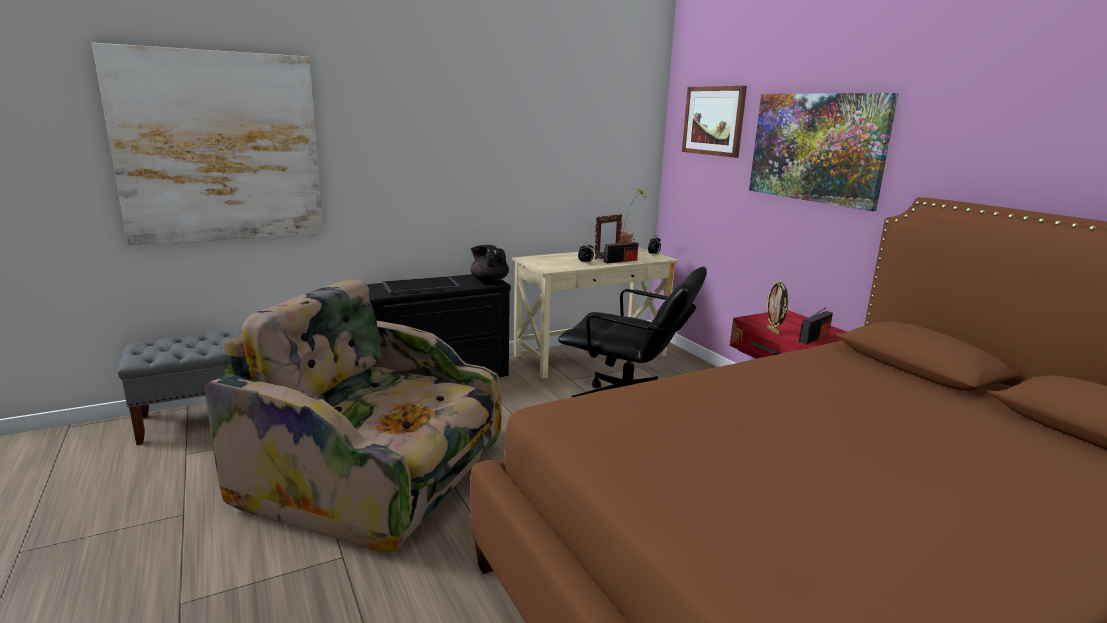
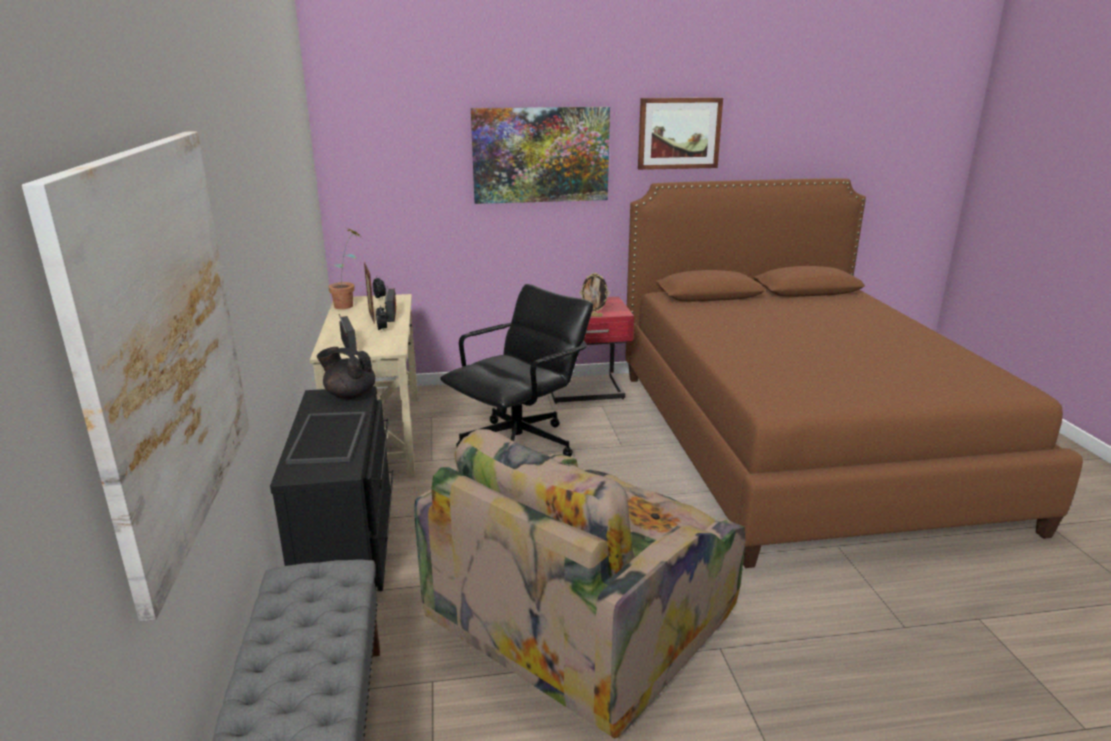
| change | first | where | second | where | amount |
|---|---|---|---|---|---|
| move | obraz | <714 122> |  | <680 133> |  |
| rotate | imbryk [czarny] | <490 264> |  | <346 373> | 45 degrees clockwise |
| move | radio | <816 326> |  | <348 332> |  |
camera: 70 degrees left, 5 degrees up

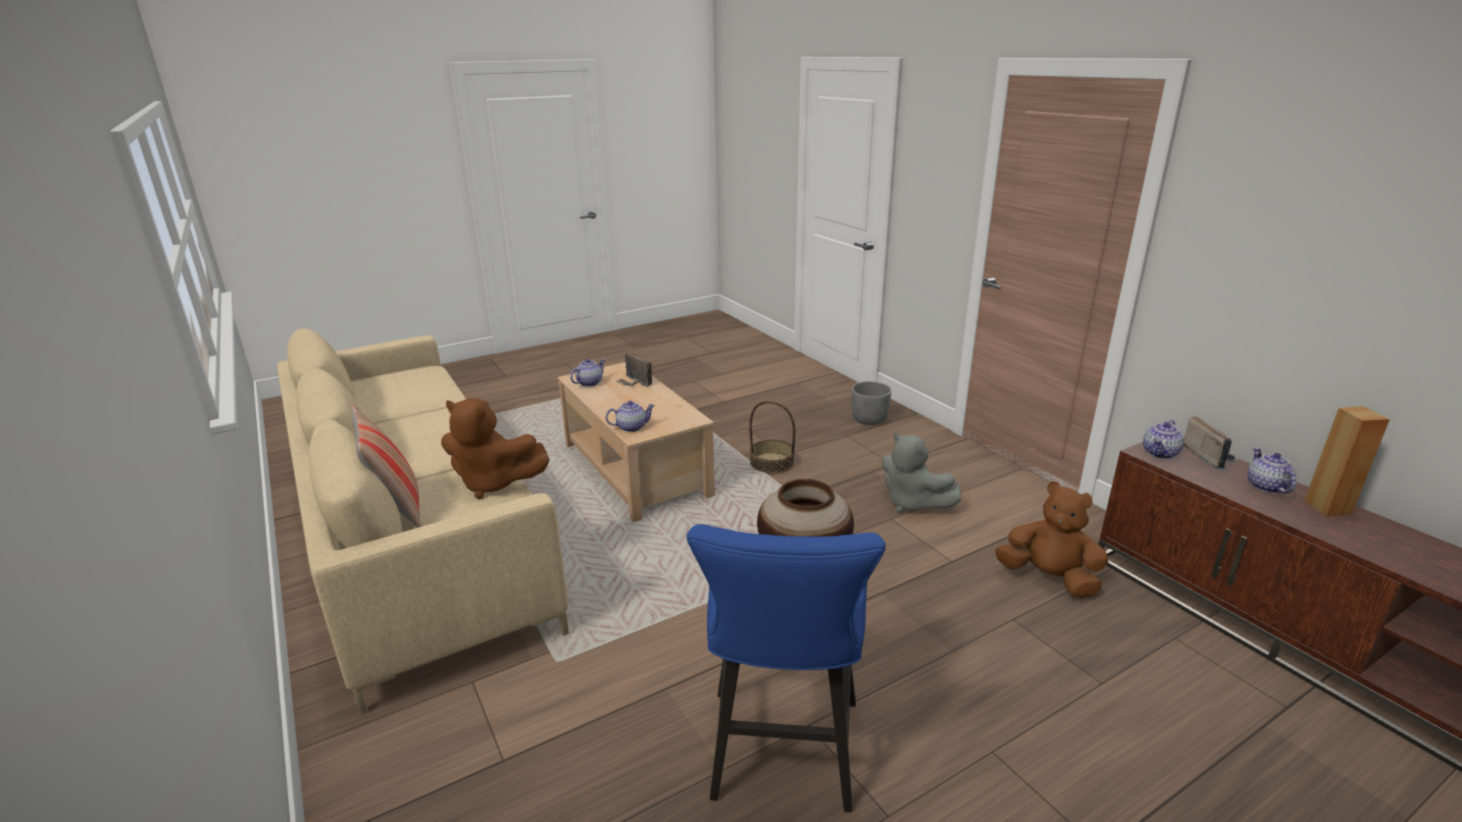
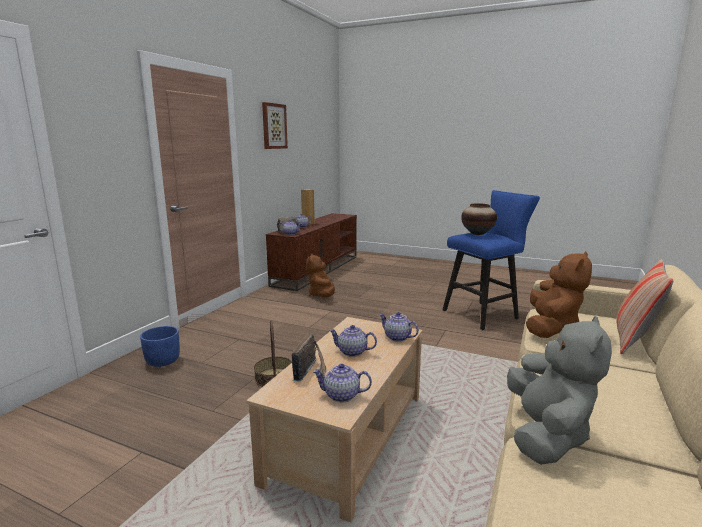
| change | first | where | second | where | amount |
|---|---|---|---|---|---|
| recolor | donica [szary] | <872 403> | donica [niebieski] | <160 346> |  |
| rotate | pluszak [brązowy] | <495 448> |  | <559 294> | 45 degrees clockwise |
| move | pluszak [szary] | <922 472> |  | <559 390> |  |
| insert |  |  | obraz | <275 125> |  |
| insert |  |  | imbryk | <353 341> |  |
camera: 125 degrees left, 10 degrees down

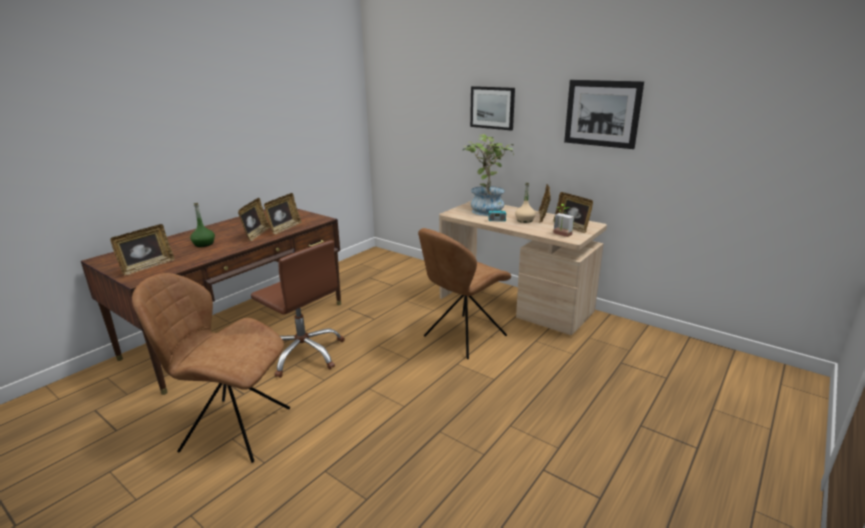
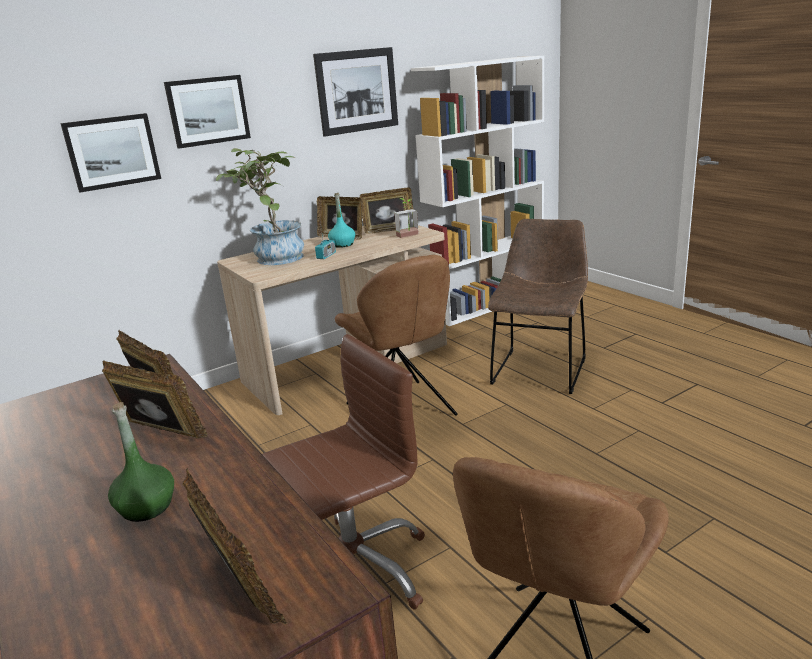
| change | first | where | second | where | amount |
|---|---|---|---|---|---|
| recolor | butelka [beżowy] | <525 203> | butelka [turkusowy] | <341 220> |  |
| insert |  |  | regał [biały] | <478 191> |  |
| insert |  |  | obraz | <110 152> |  |
| insert |  |  | krzesło [brązowy] | <538 306> |  |
camera: 70 degrees left, 0 degrees up

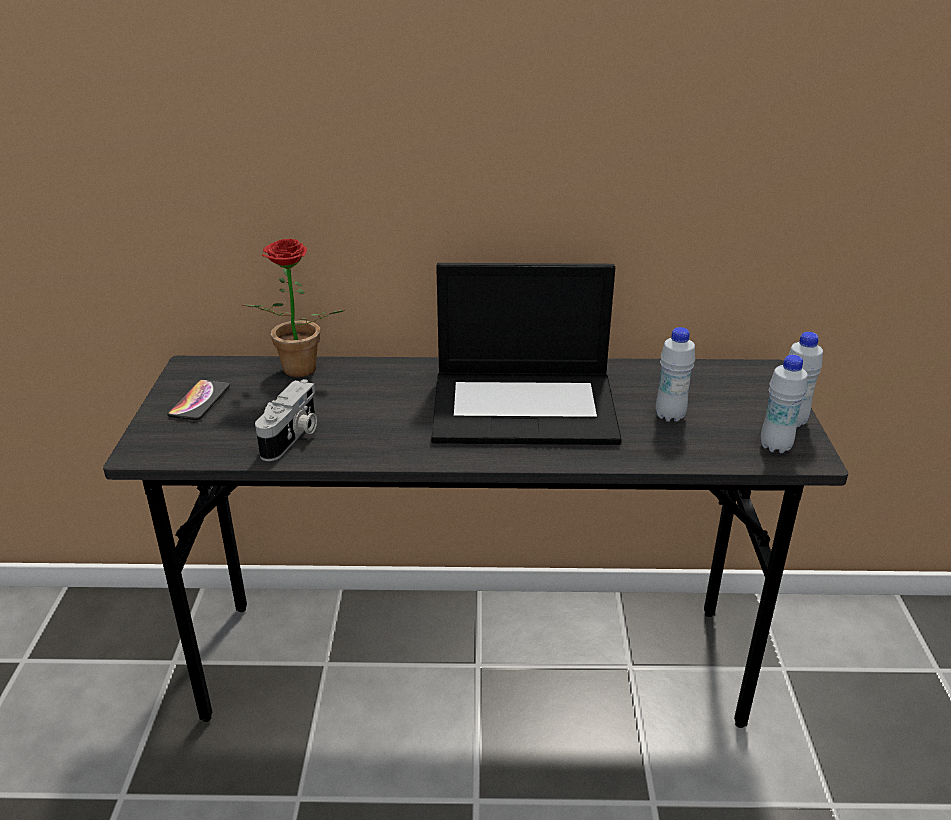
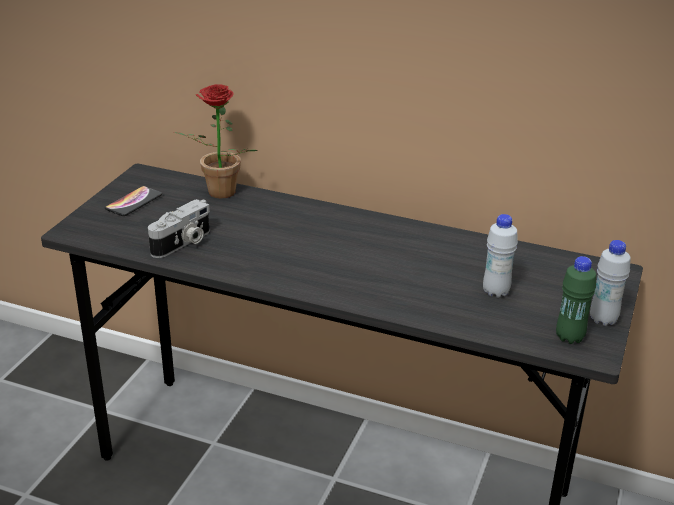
| change | first | where | second | where | amount |
|---|---|---|---|---|---|
| delete | laptop | <526 354> |  |  |  |
| recolor | butelka [biały] | <784 404> | butelka [zielony] | <576 300> |  |
camera: 20 degrees right, 0 degrees up

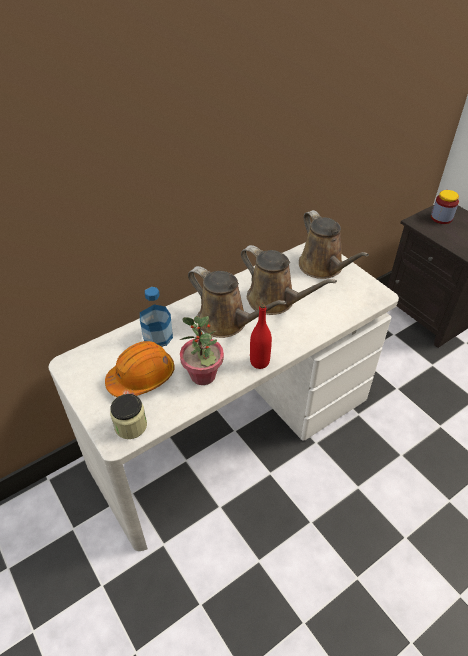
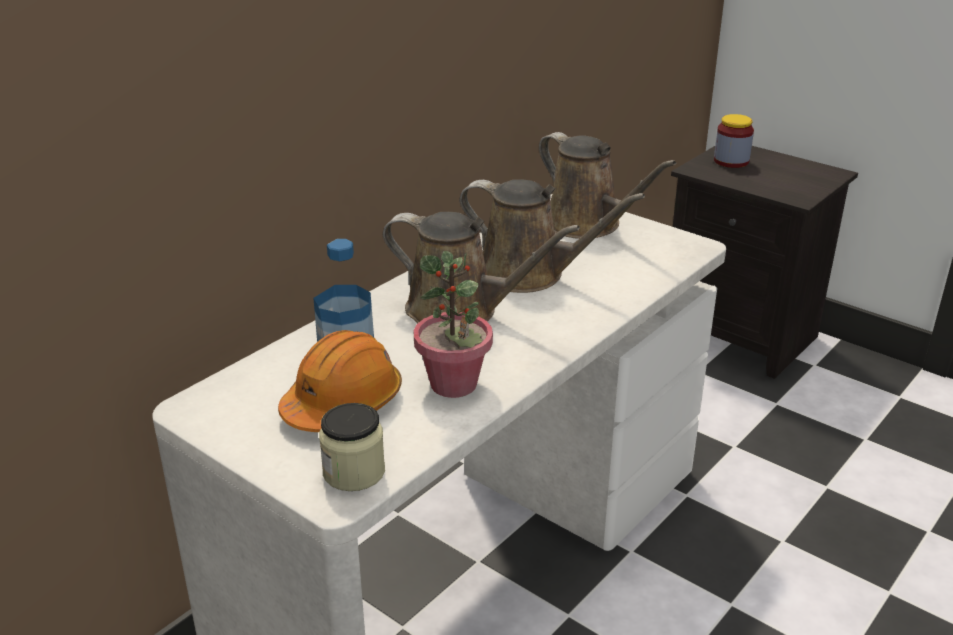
| change | first | where | second | where | amount |
|---|---|---|---|---|---|
| delete | butelka [czerwony] | <261 336> |  |  |  |
camera: 15 degrees left, 15 degrees down

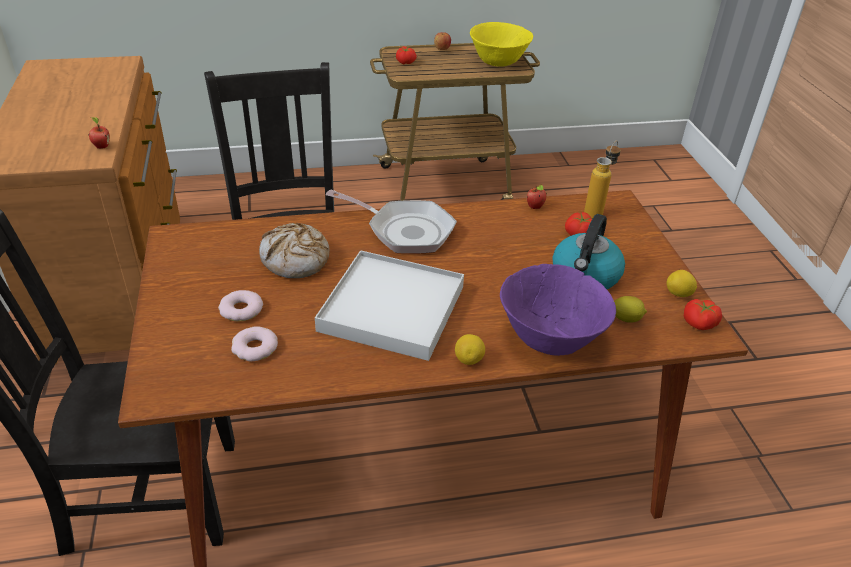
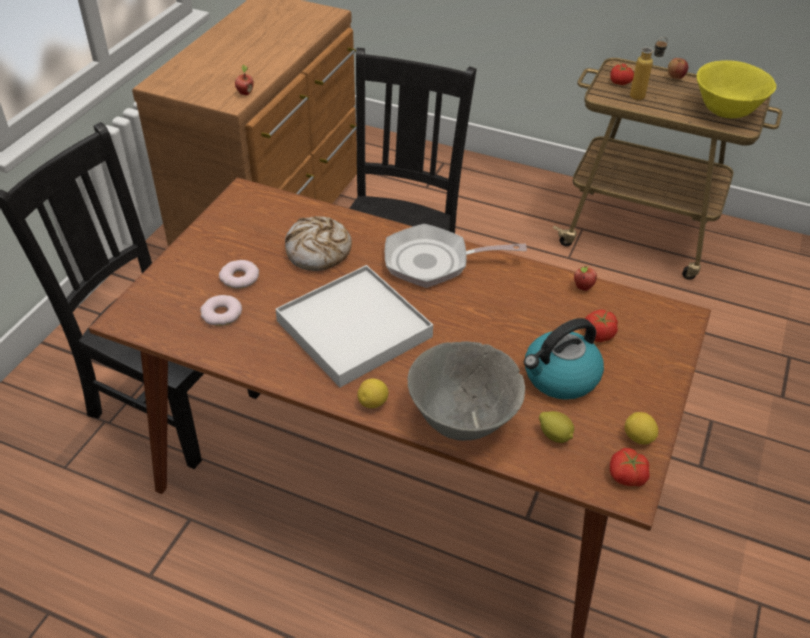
| change | first | where | second | where | amount |
|---|---|---|---|---|---|
| move | butelka | <602 180> |  | <649 68> |  |
| rotate | patelnia | <391 222> |  | <456 256> | 120 degrees clockwise |
| recolor | miska [fioletowy] | <558 310> | miska [szary] | <466 391> |  |
camera: 35 degrees right, 5 degrees up

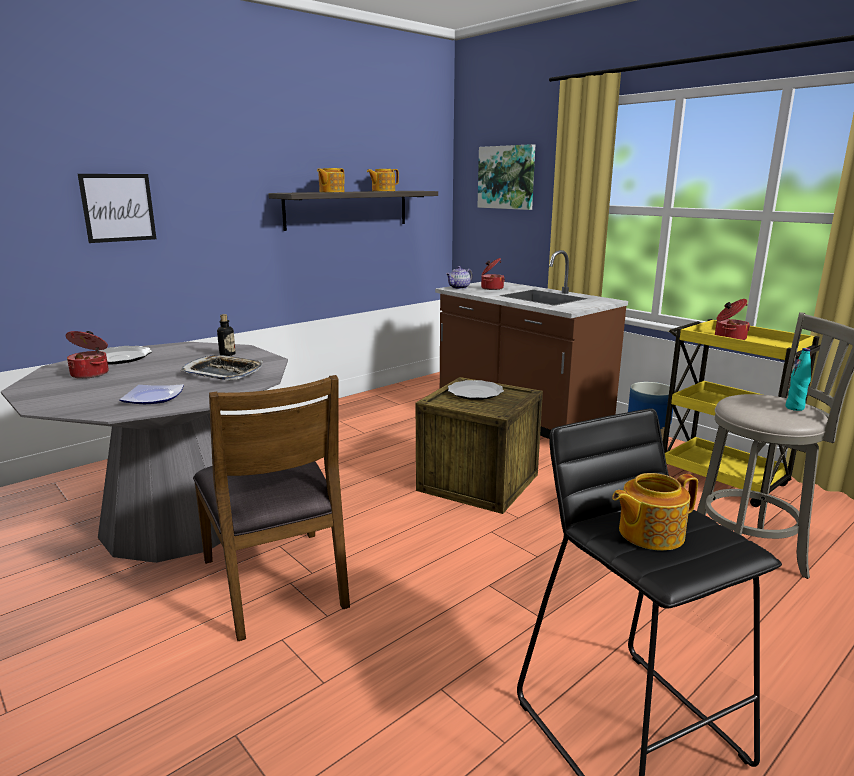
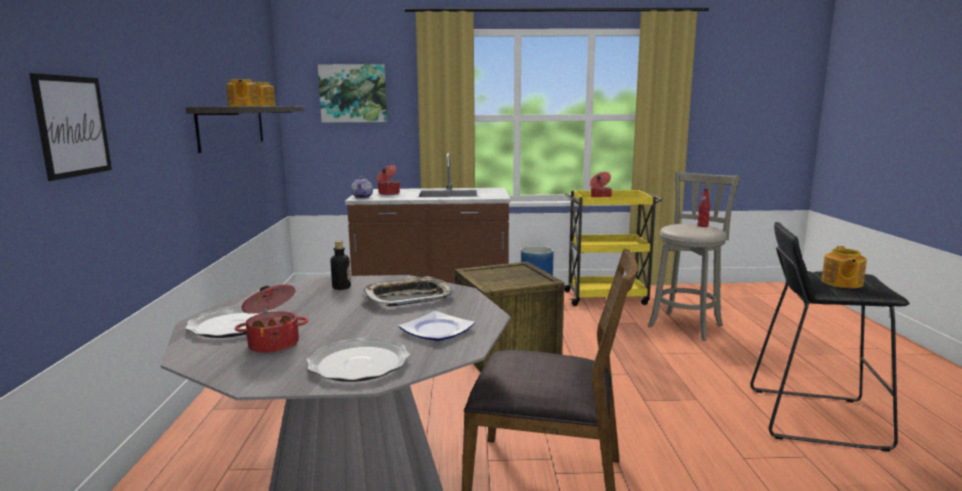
| change | first | where | second | where | amount |
|---|---|---|---|---|---|
| recolor | butelka [turkusowy] | <798 379> | butelka [czerwony] | <703 208> |  |
| move | talerz | <476 390> |  | <358 359> |  |
camera: 50 degrees left, 5 degrees down

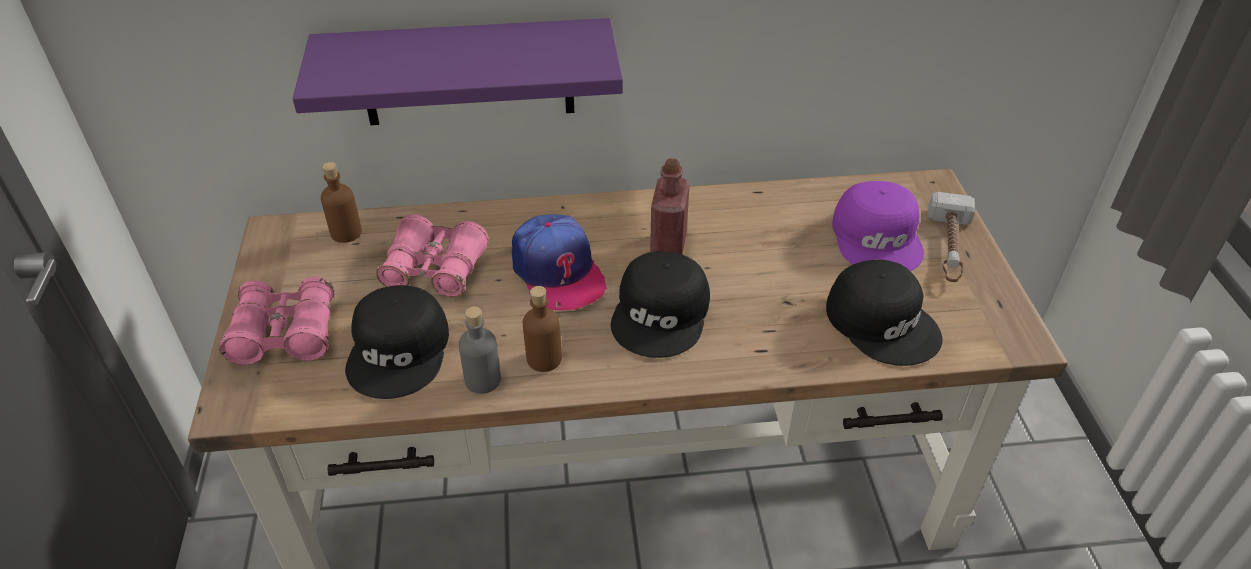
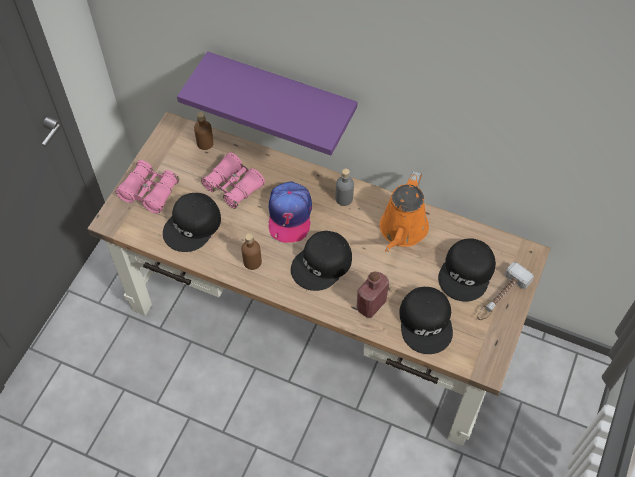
| change | first | where | second | where | amount |
|---|---|---|---|---|---|
| move | butelka [czerwony] | <670 206> |  | <373 294> |  |
| recolor | czapka z daszkiem [fioletowy] | <878 226> | czapka z daszkiem [czarny] | <467 270> |  |
| move | butelka [szary] | <480 350> |  | <345 187> |  |
| insert |  |  | konewka [pomarańczowy] | <404 211> |  |
camera: 30 degrees right, 15 degrees up

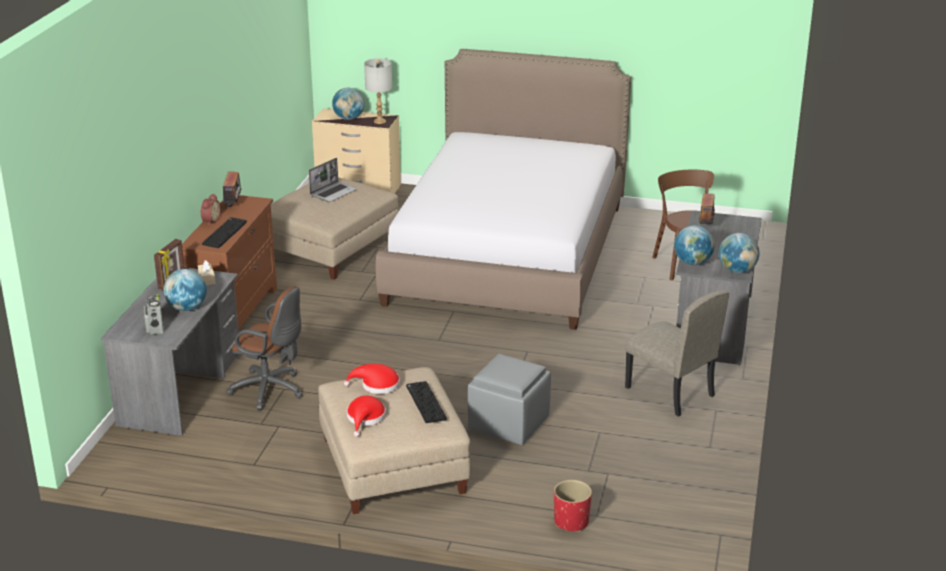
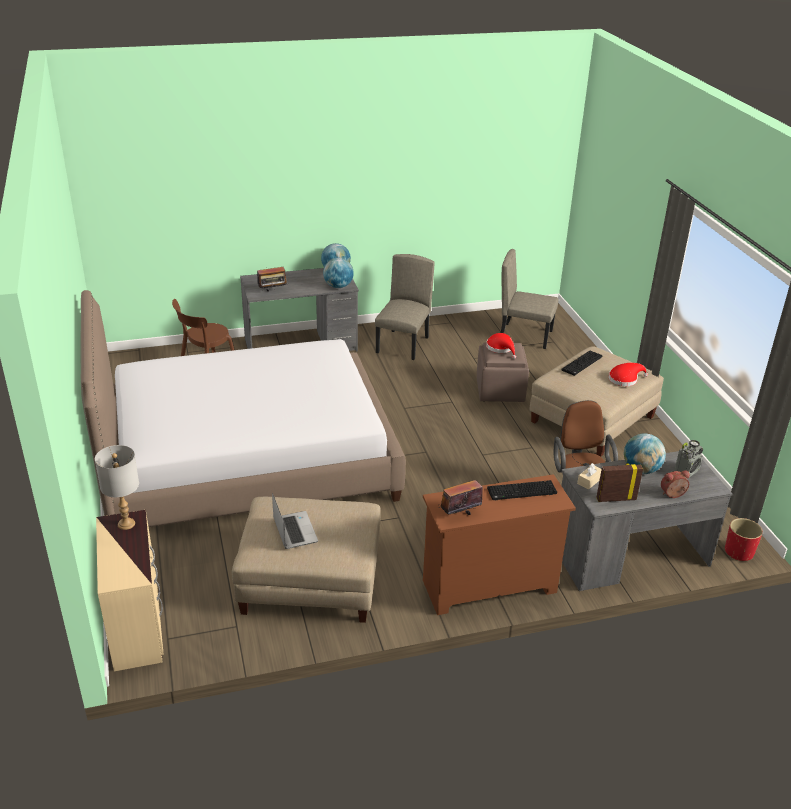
| change | first | where | second | where | amount |
|---|---|---|---|---|---|
| delete | globus | <348 104> |  |  |  |
| rotate | laptop | <333 180> |  | <295 521> | 60 degrees clockwise |
| move | budzik | <210 209> |  | <675 484> |  |
| recolor | pufa [szary] | <509 399> | pufa [brązowy] | <503 372> |  |
| move | kapelusz [czerwony] | <372 379> |  | <501 346> |  |
| move | donica [czerwony] | <573 506> |  | <744 539> |  |
| insert |  |  | krzesło [beżowy] | <529 299> |  |
camera: 120 degrees left, 5 degrees up

